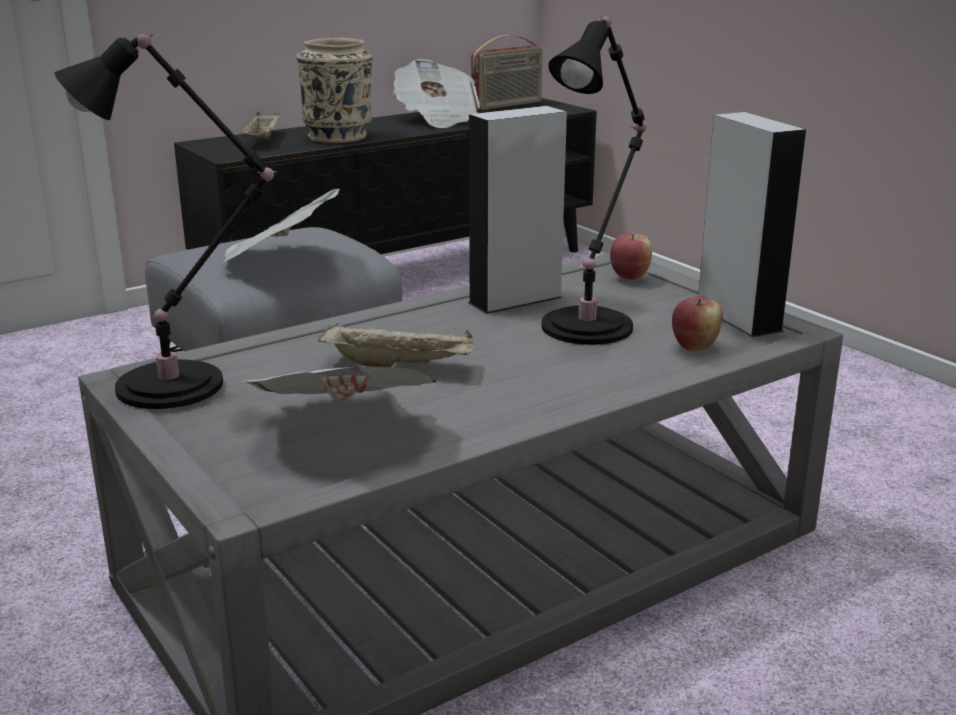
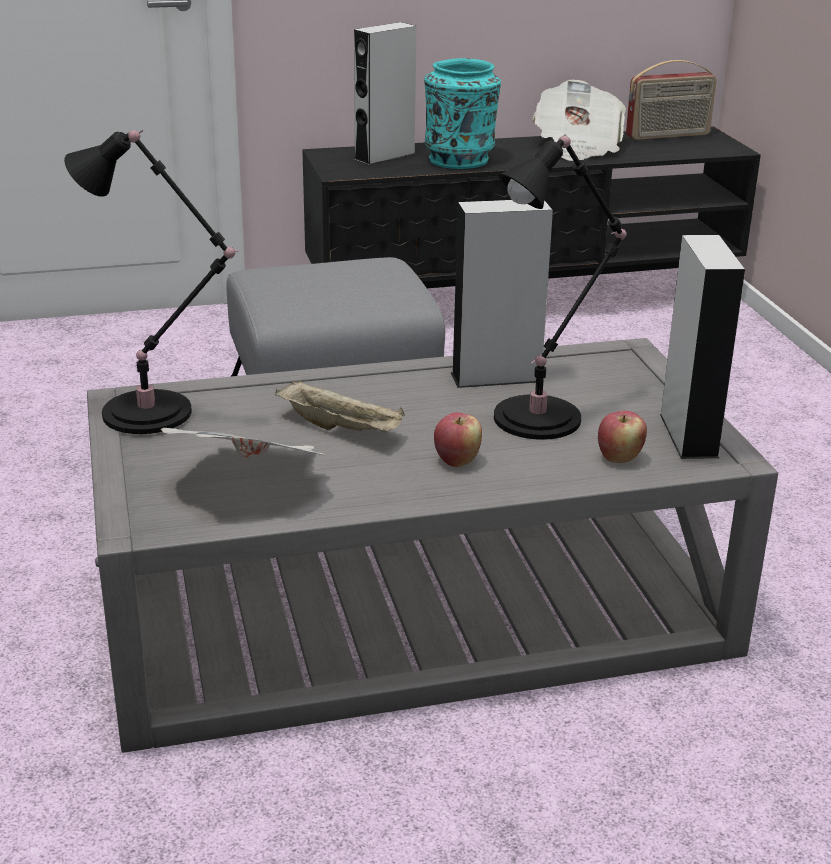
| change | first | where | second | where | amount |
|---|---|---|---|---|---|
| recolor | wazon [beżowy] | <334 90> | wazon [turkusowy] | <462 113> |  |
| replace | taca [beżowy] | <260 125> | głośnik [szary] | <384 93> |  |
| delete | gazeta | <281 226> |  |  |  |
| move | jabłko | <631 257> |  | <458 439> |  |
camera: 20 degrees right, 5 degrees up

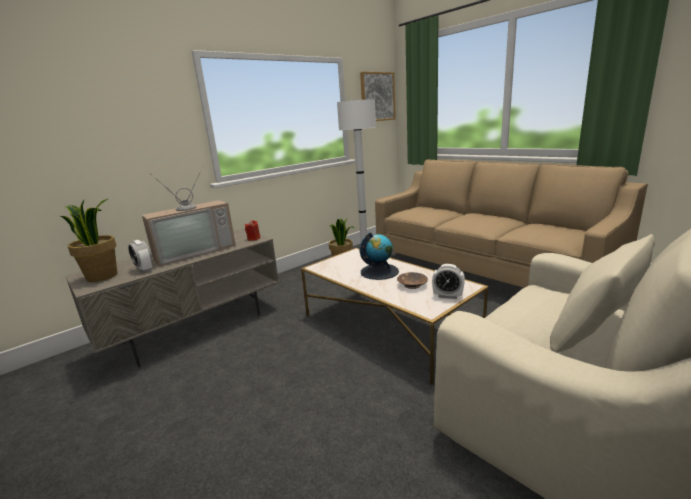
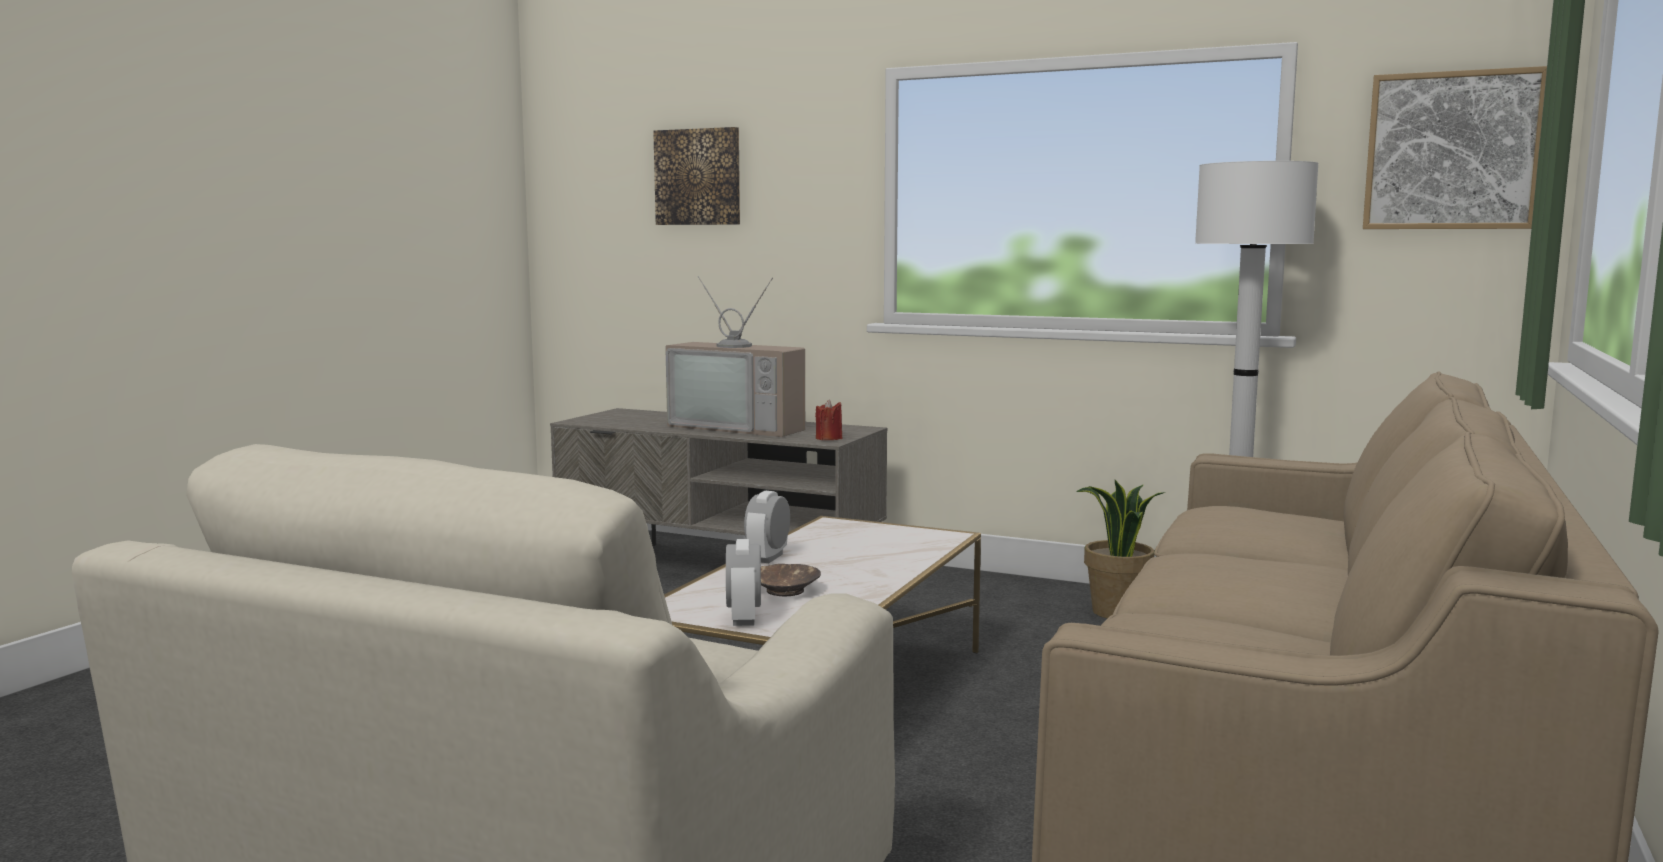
| change | first | where | second | where | amount |
|---|---|---|---|---|---|
| delete | roślina doniczkowa | <88 240> |  |  |  |
| delete | globus | <379 256> |  |  |  |
| move | budzik | <140 256> |  | <767 527> |  |
| insert |  |  | obraz | <696 176> |  |
camera: 65 degrees right, 10 degrees down

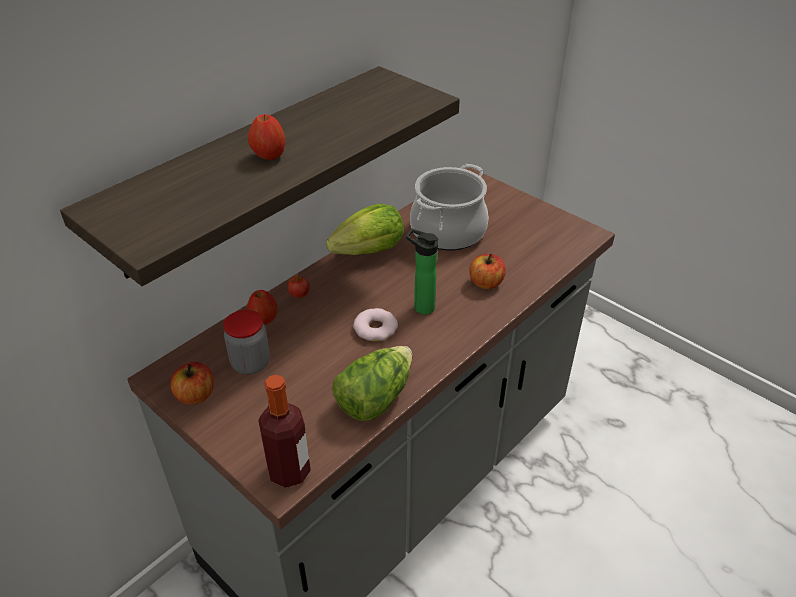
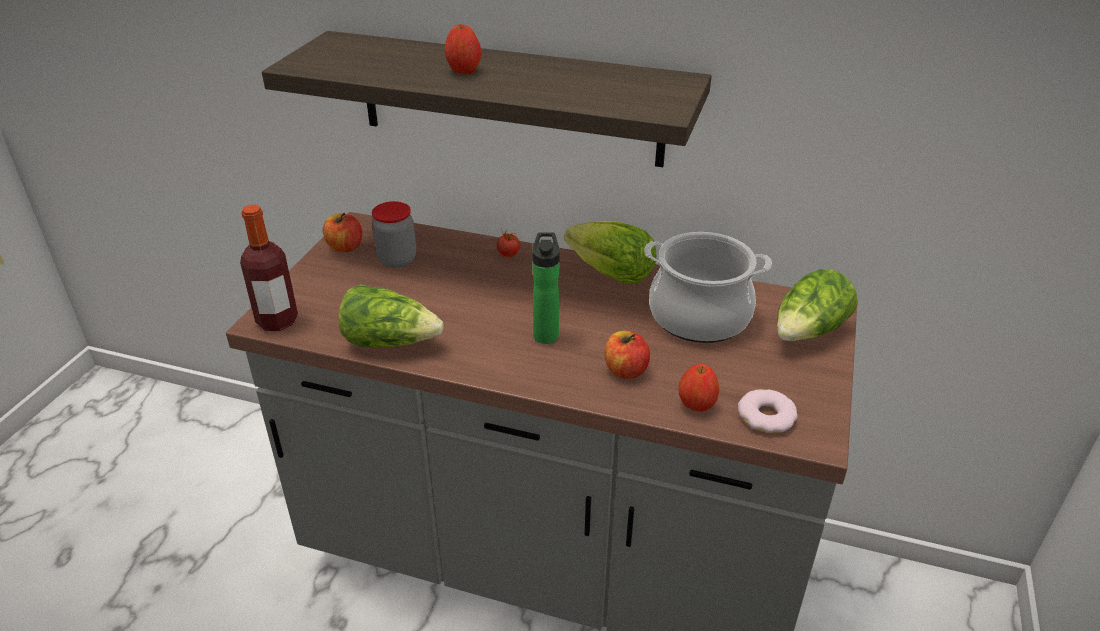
| change | first | where | second | where | amount |
|---|---|---|---|---|---|
| move | jabłko | <262 307> |  | <699 388> |  |
| move | donut | <375 324> |  | <768 411> |  |
| insert |  |  | sałata | <817 305> |  |
camera: 65 degrees right, 5 degrees down

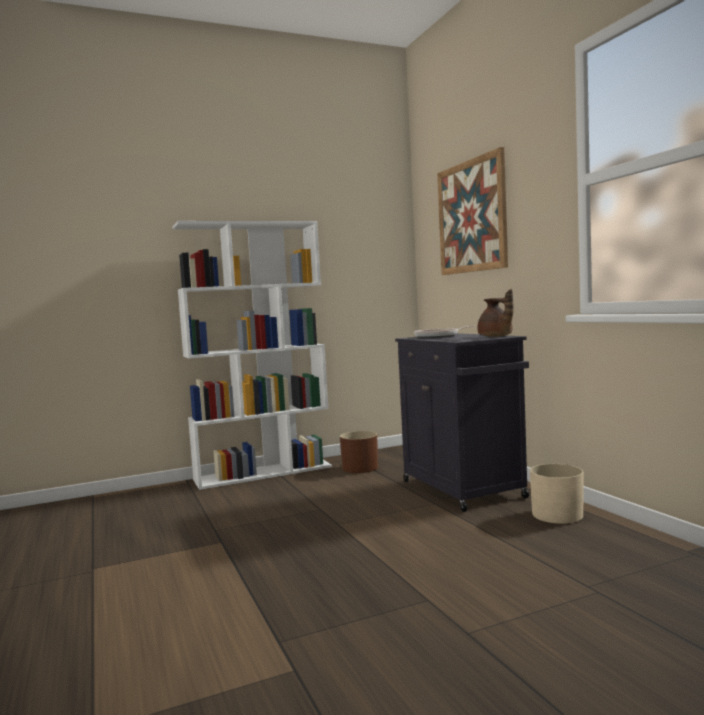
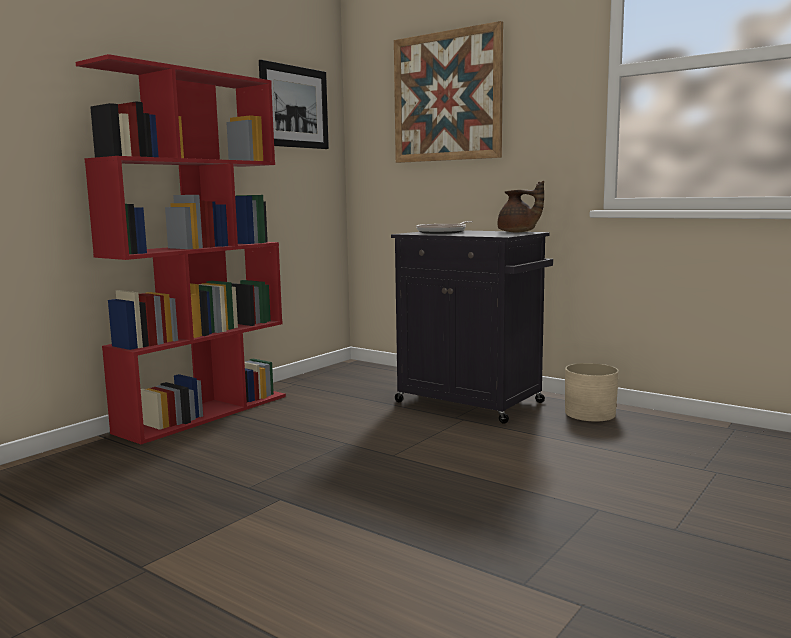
| change | first | where | second | where | amount |
|---|---|---|---|---|---|
| recolor | regał [biały] | <252 355> | regał [czerwony] | <181 249> |  |
| delete | donica [brązowy] | <359 452> |  |  |  |
| insert |  |  | obraz | <294 104> |  |
camera: 30 degrees left, 5 degrees up

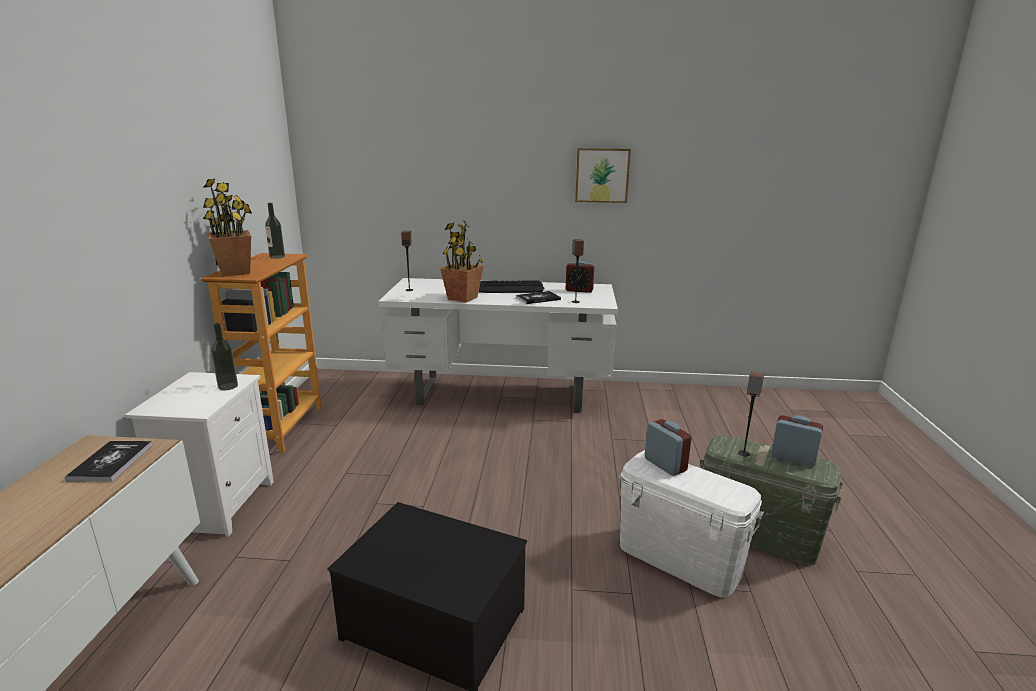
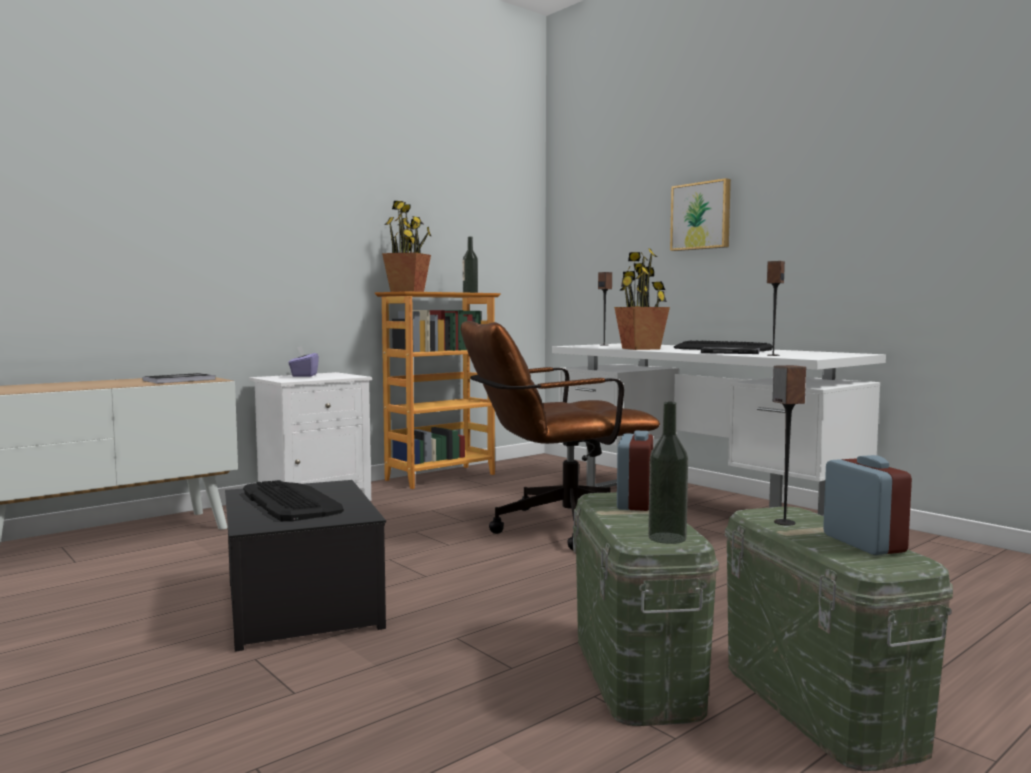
| change | first | where | second | where | amount |
|---|---|---|---|---|---|
| move | obraz | <603 175> |  | <700 214> |  |
| delete | budzik | <580 277> |  |  |  |
| move | butelka | <224 356> |  | <668 473> |  |
| recolor | pojemnik do przechowywania [biały] | <691 524> | pojemnik do przechowywania [zielony] | <646 609> |  |
| insert |  |  | krzesło biurowe [brązowy] | <560 435> |  |
| insert |  |  | pudełko chusteczek [fioletowy] | <303 361> |  |
| insert |  |  | klawiatura | <293 500> |  |
camera: 45 degrees right, 15 degrees down

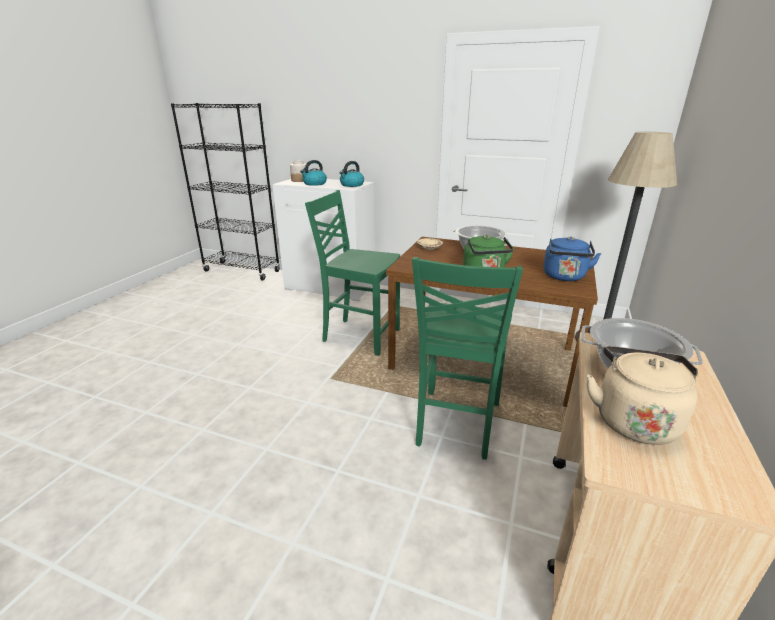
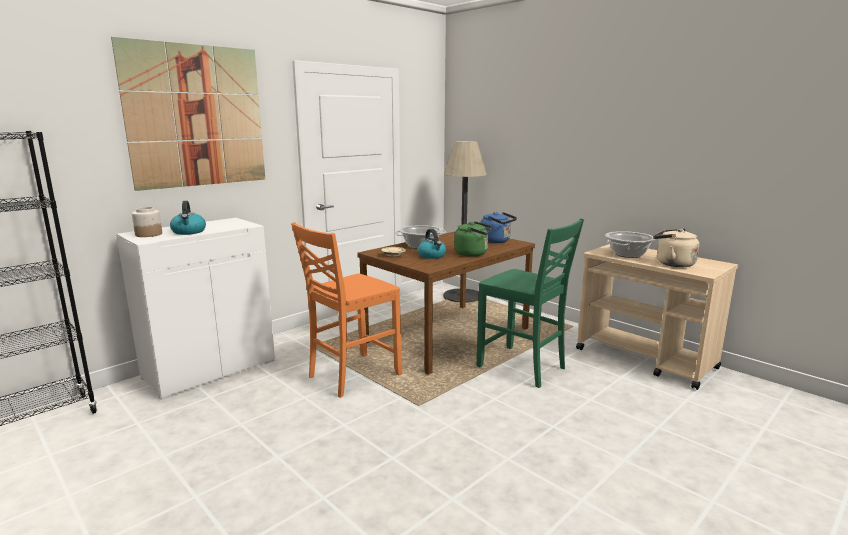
| change | first | where | second | where | amount |
|---|---|---|---|---|---|
| move | czajnik | <352 174> |  | <431 244> |  |
| recolor | krzesło [zielony] | <352 273> | krzesło [pomarańczowy] | <346 310> |  |
| insert |  |  | obraz | <188 114> |  |
camera: 65 degrees left, 10 degrees down

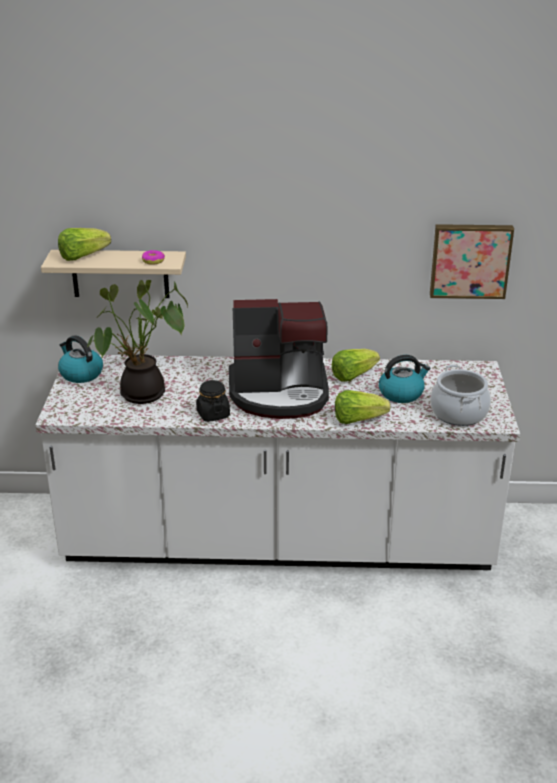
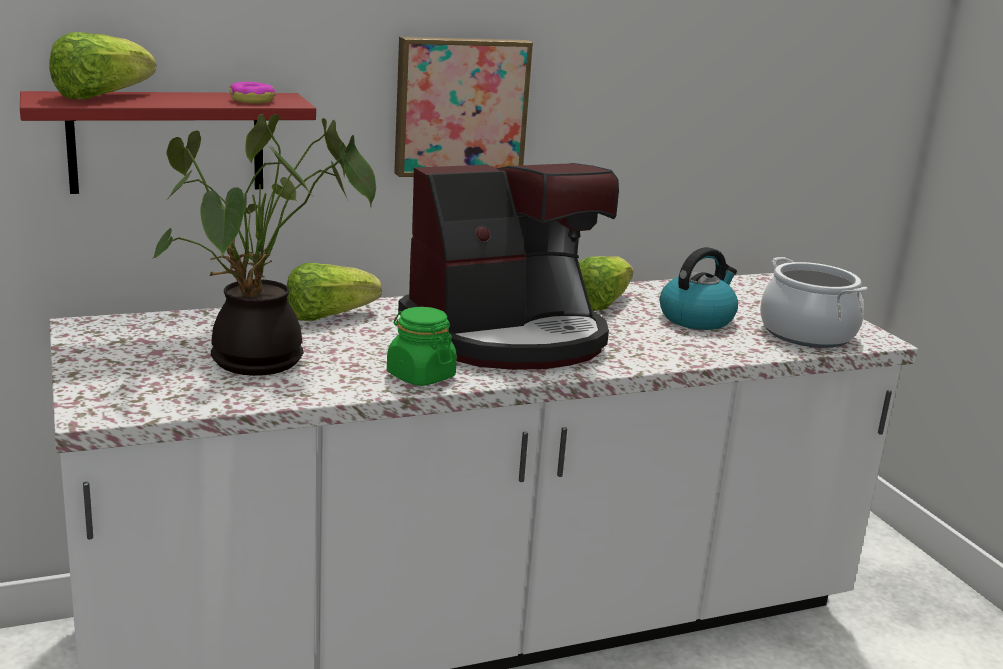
| change | first | where | second | where | amount |
|---|---|---|---|---|---|
| move | obraz | <472 261> |  | <463 107> |  |
| recolor | półka [beżowy] | <113 274> | półka [czerwony] | <168 142> |  |
| delete | czajnik | <80 359> |  |  |  |
| recolor | słoik [czarny] | <213 401> | słoik [zielony] | <422 346> |  |
| move | sałata | <362 407> |  | <334 292> |  |
camera: 25 degrees left, 10 degrees down

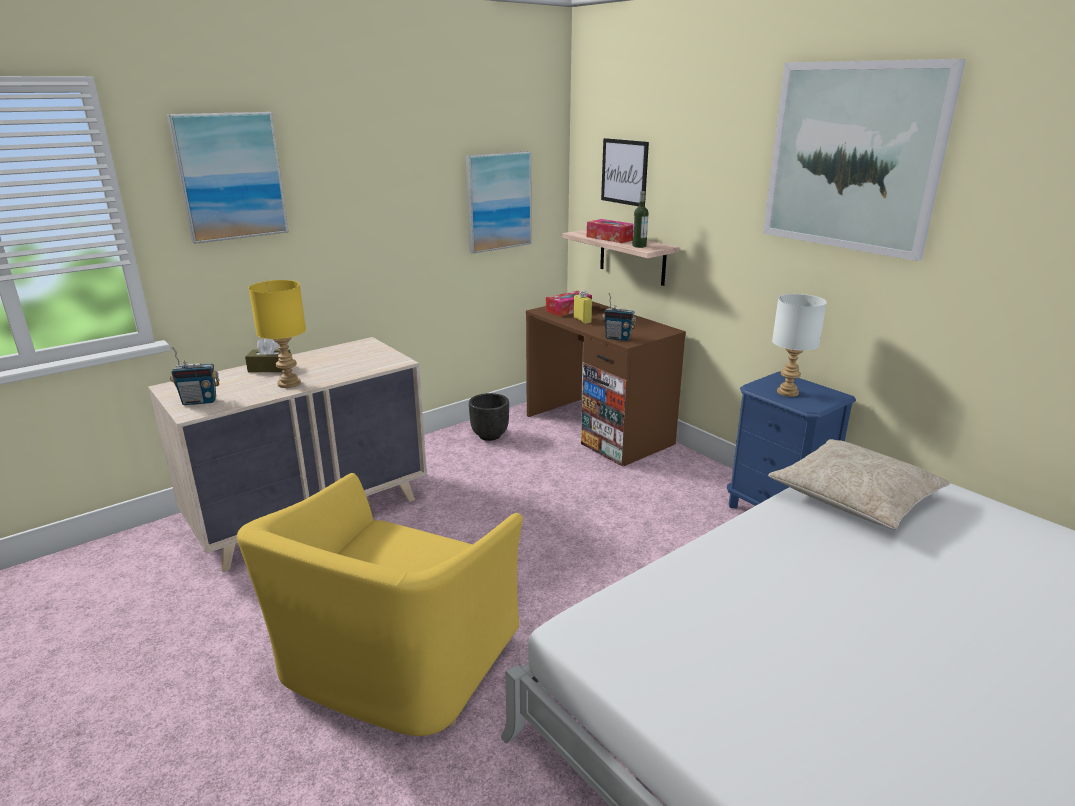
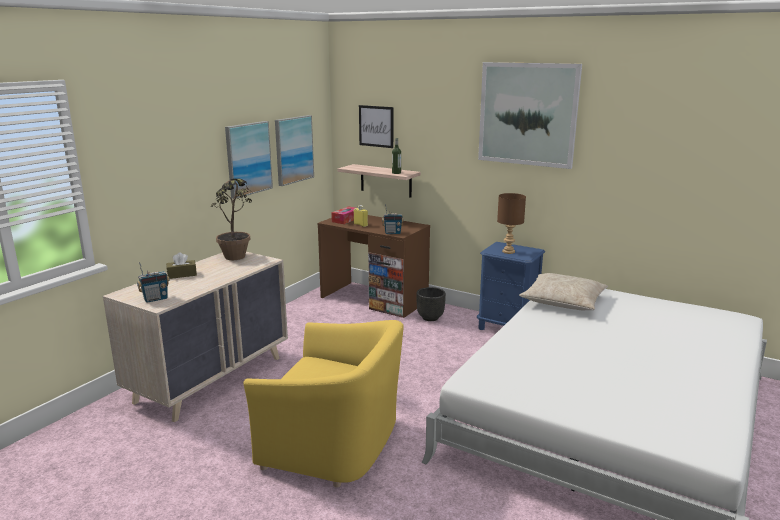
| change | first | where | second | where | amount |
|---|---|---|---|---|---|
| move | obraz | <228 178> |  | <249 160> |  |
| delete | pudełko chusteczek | <610 231> |  |  |  |
| delete | lampa stołowa [żółty] | <277 334> |  |  |  |
| recolor | lampa stołowa [biały] | <799 345> | lampa stołowa [brązowy] | <511 223> |  |
| move | donica [czarny] | <489 417> |  | <431 304> |  |
| rotate | fotel [żółty] | <380 604> |  | <324 403> | 75 degrees counterclockwise |
| insert |  |  | roślina doniczkowa | <231 219> |  |
camera: 20 degrees left, 5 degrees down

